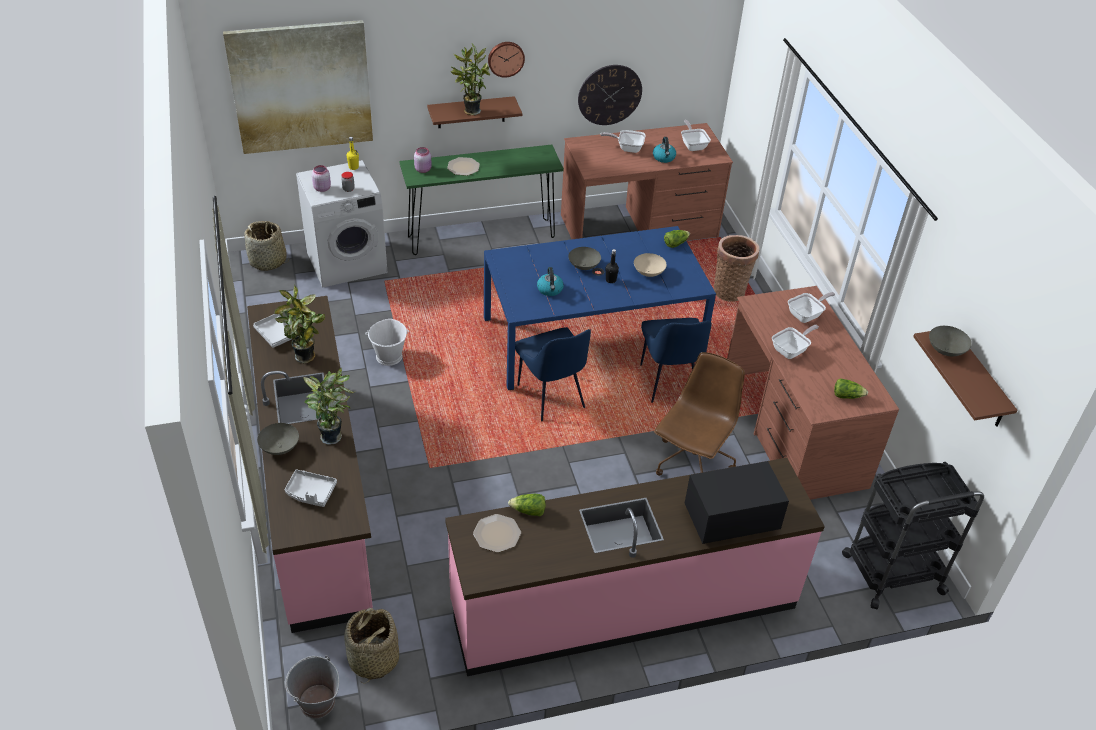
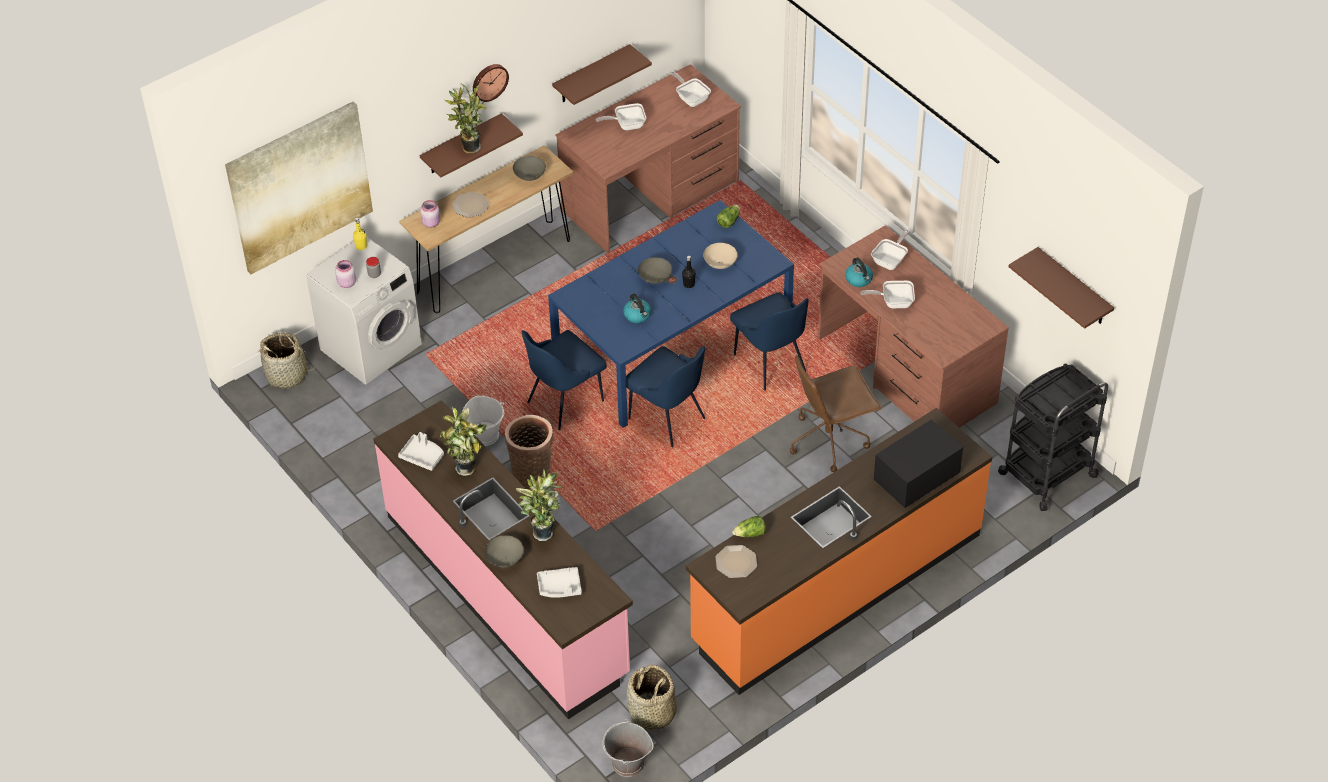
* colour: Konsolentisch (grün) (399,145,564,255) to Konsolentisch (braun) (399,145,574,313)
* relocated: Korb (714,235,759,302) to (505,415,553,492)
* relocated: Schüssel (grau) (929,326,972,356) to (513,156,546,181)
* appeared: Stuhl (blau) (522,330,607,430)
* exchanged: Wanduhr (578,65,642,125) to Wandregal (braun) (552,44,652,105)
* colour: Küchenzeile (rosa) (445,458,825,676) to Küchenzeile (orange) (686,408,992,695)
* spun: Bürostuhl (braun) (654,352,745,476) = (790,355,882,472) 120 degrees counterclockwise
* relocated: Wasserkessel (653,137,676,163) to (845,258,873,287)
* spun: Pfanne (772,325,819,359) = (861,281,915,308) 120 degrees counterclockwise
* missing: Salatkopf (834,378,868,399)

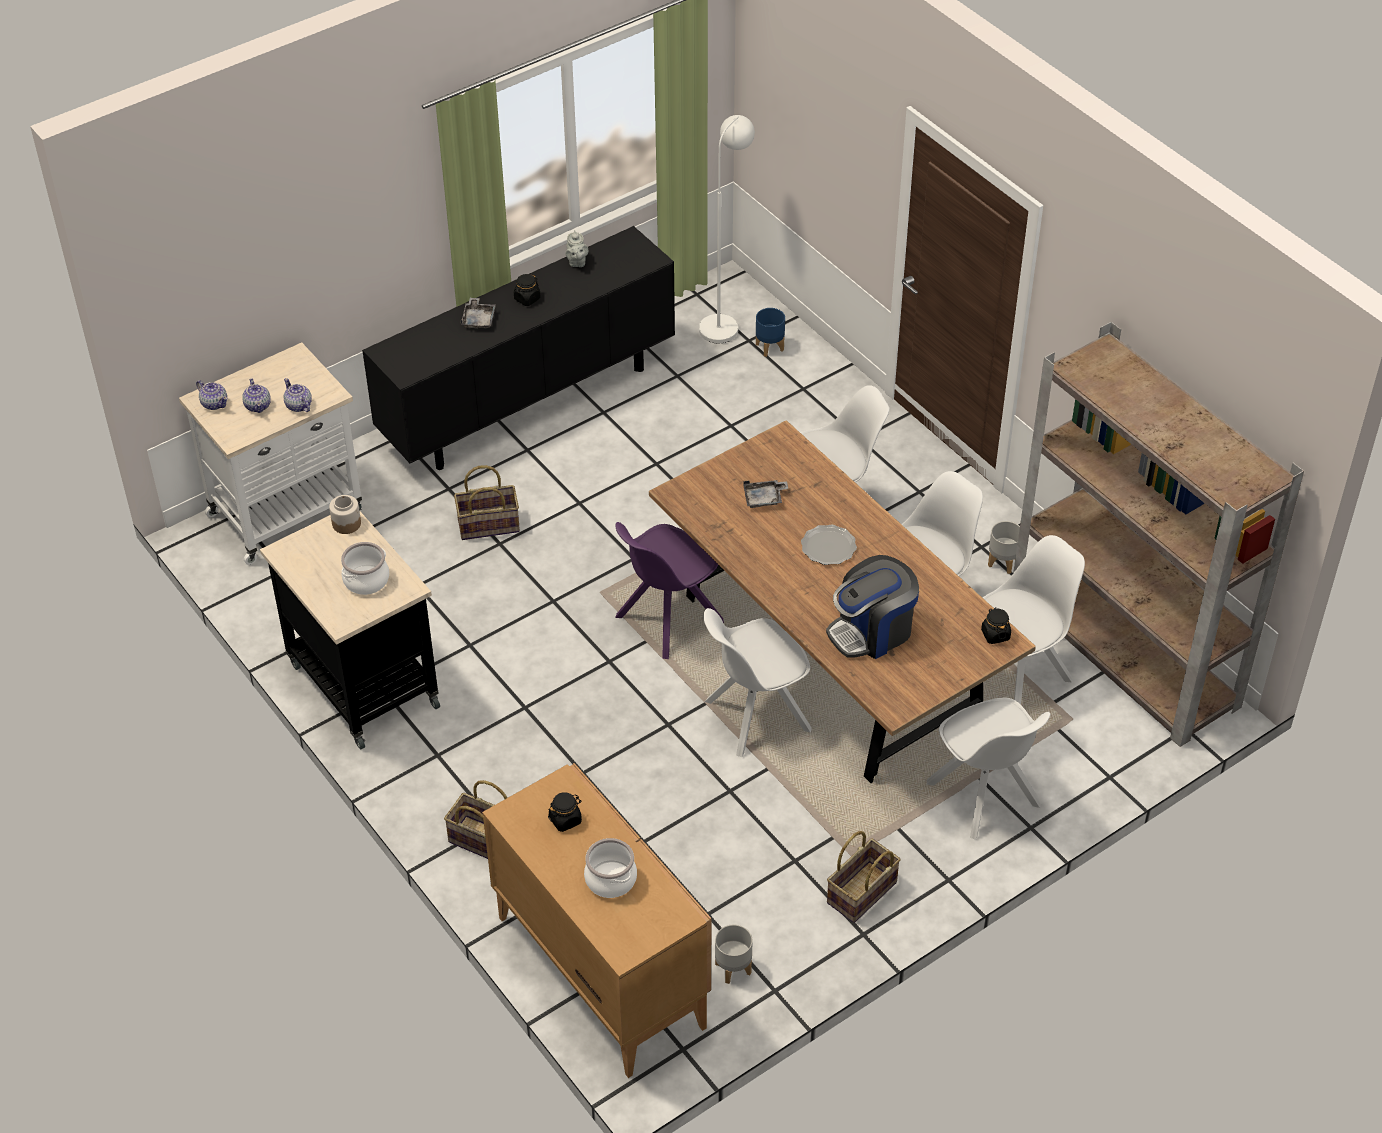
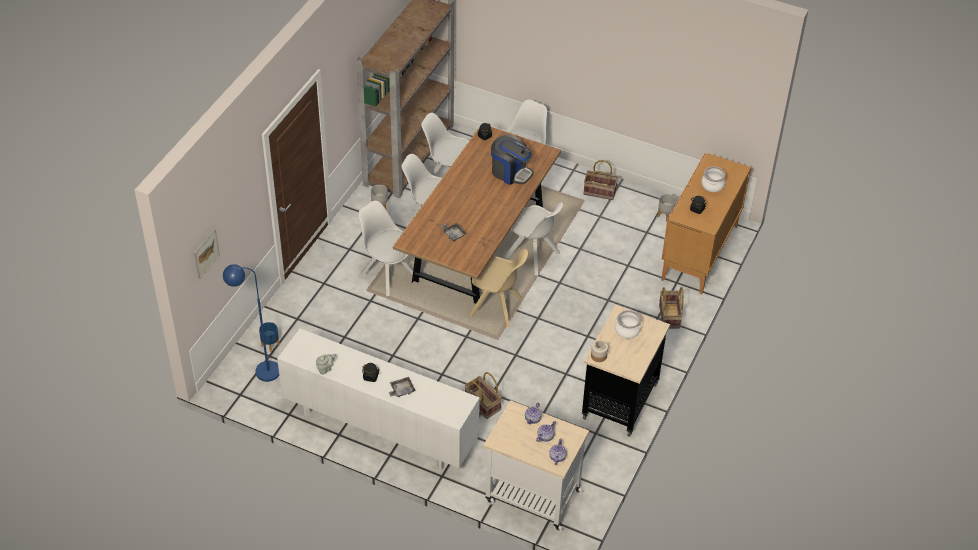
* appeared: Bild (194,229,220,279)
* colour: Stehlampe (weiß) (699,115,755,343) to Stehlampe (blau) (223,264,279,382)
* colour: Schrank (schwarz) (362,226,675,470) to Schrank (weiß) (277,328,480,471)
* colour: Stuhl (lila) (615,522,724,659) to Stuhl (beige) (469,249,528,328)
* missing: Teller (801,525,857,565)

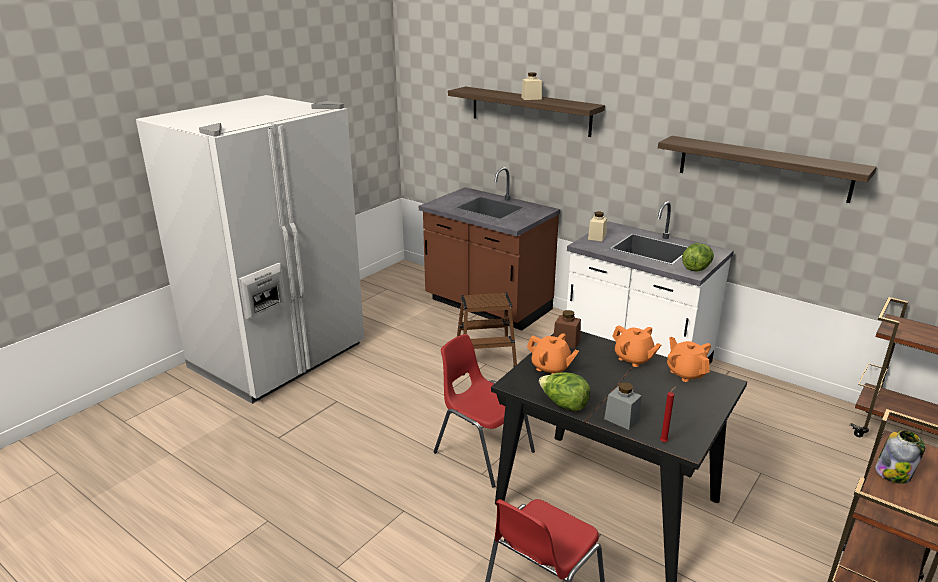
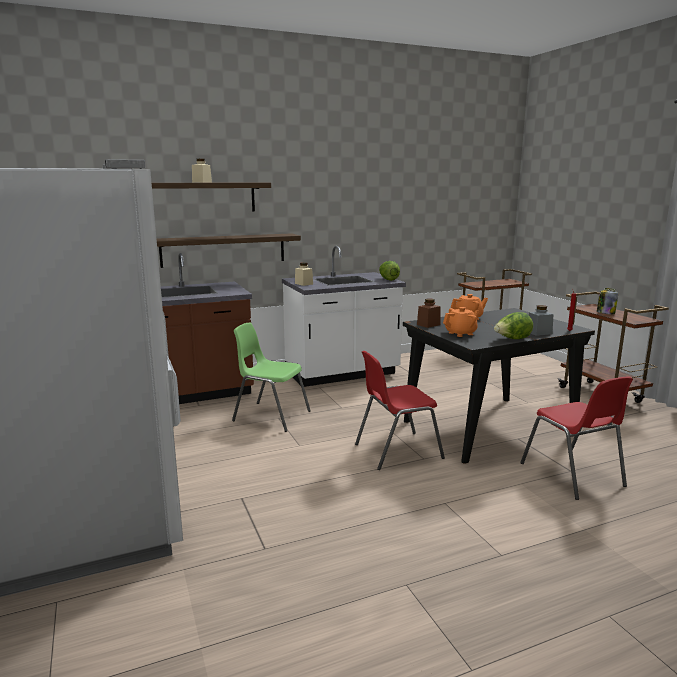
* relocated: Wandregal (658,136,877,203) to (157,233,301,268)
* exchanged: Trittleiter (braun) (457,292,517,375) to Stuhl (grün) (232,323,311,432)
* missing: Teekanne (orange) (667,337,711,382)

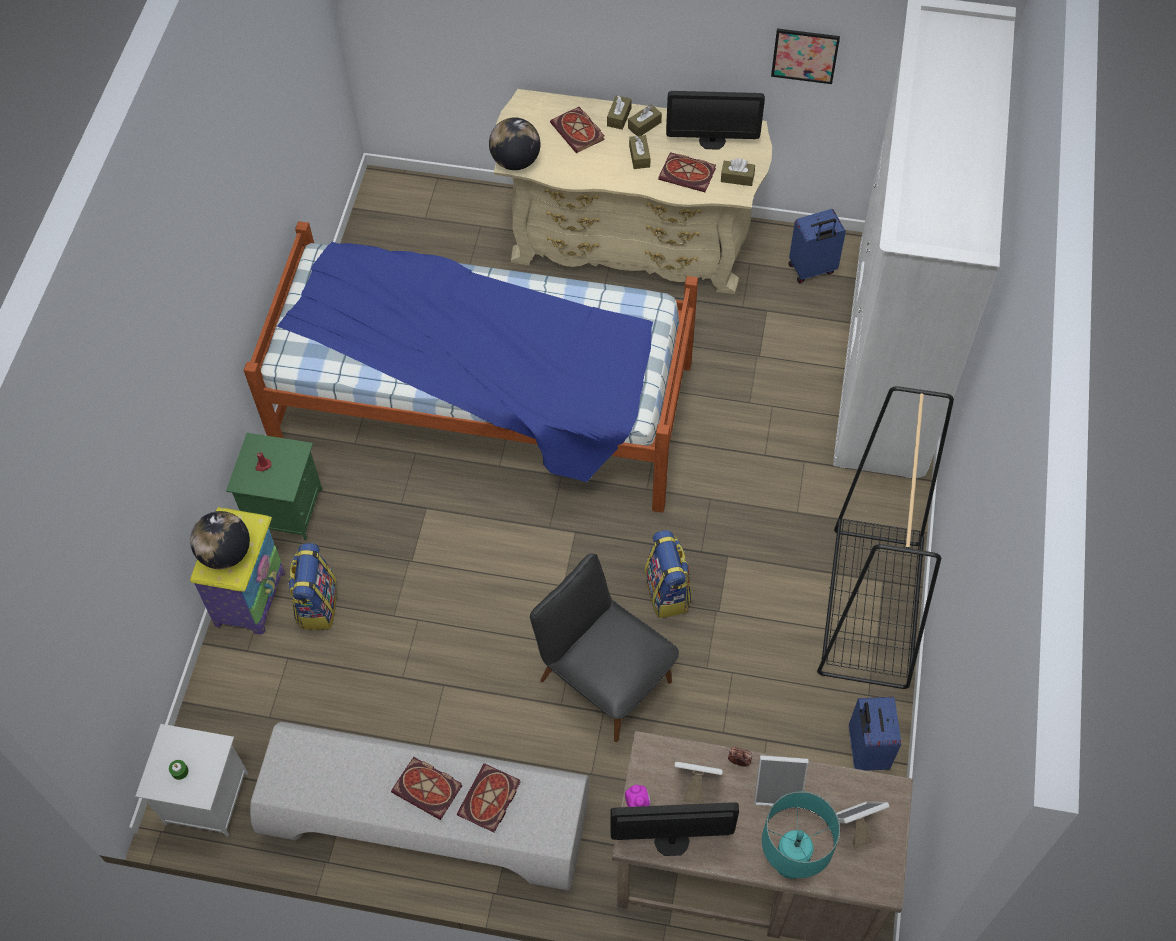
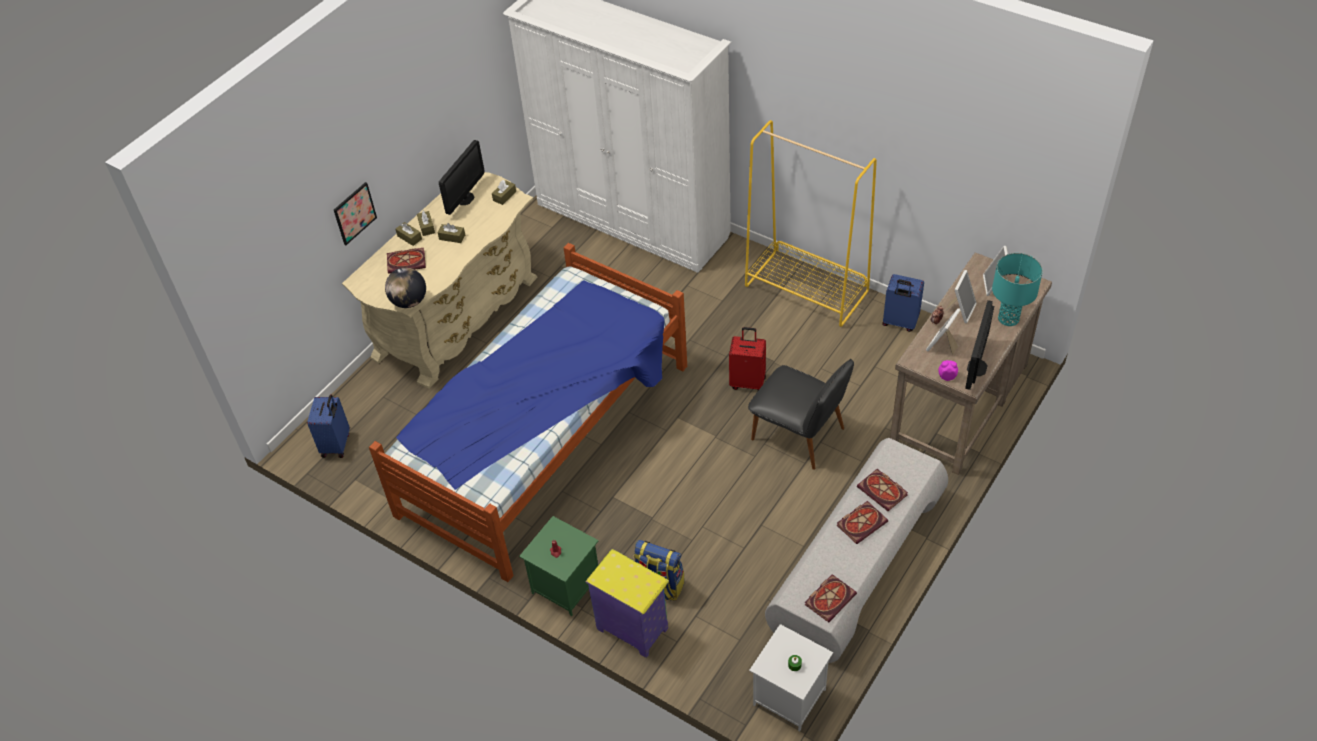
* relocated: Koffer (blau) (789,209,846,283) to (307,394,350,458)
* relocated: Bild (771,28,840,84) to (334,182,377,245)
* exchanged: Rucksack (644,530,692,618) to Koffer (rot) (729,327,766,390)
* colour: Kleiderständer (schwarz) (817,386,954,689) to Kleiderständer (gelb) (745,120,877,327)
* spun: Stuhl (schwarz) (530,553,679,742) = (748,359,854,470) 120 degrees counterclockwise
* relocated: Buch (658,152,716,192) to (805,574,857,623)
* missing: Globus (190,511,250,569)

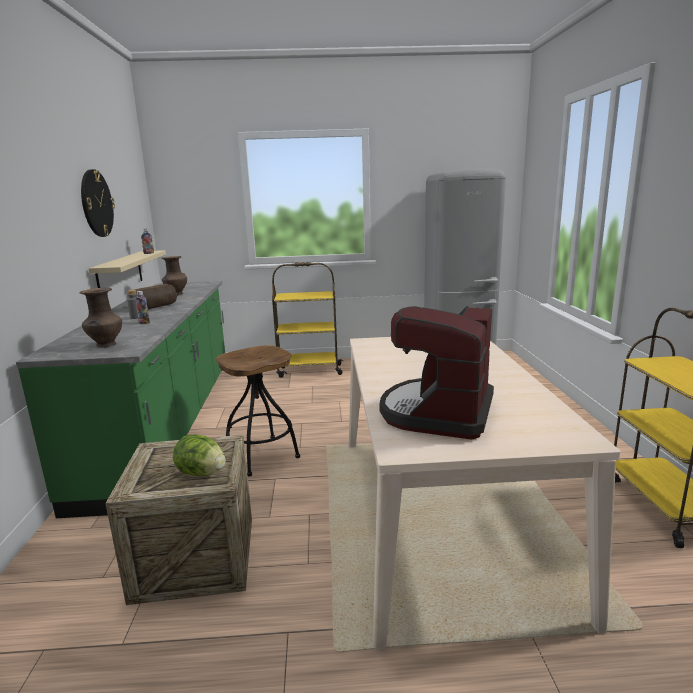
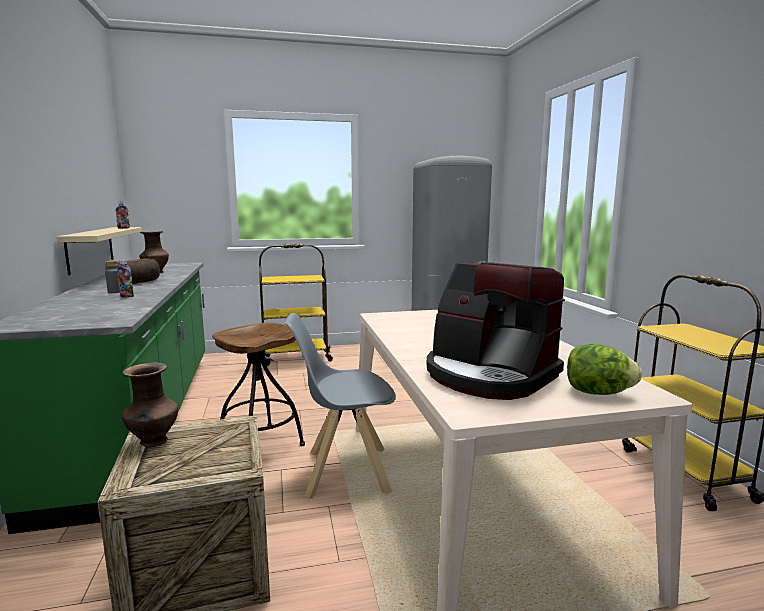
* relocated: Vase (braun) (80,287,122,348) to (122,362,178,448)
* appeared: Stuhl (grau) (284,313,396,499)
* spun: Kaffeemaschine (380,306,494,440) = (427,262,565,400) 60 degrees counterclockwise
* relocated: Salatkopf (173,434,226,476) to (567,344,642,395)
* missing: Wanduhr (81,169,115,237)

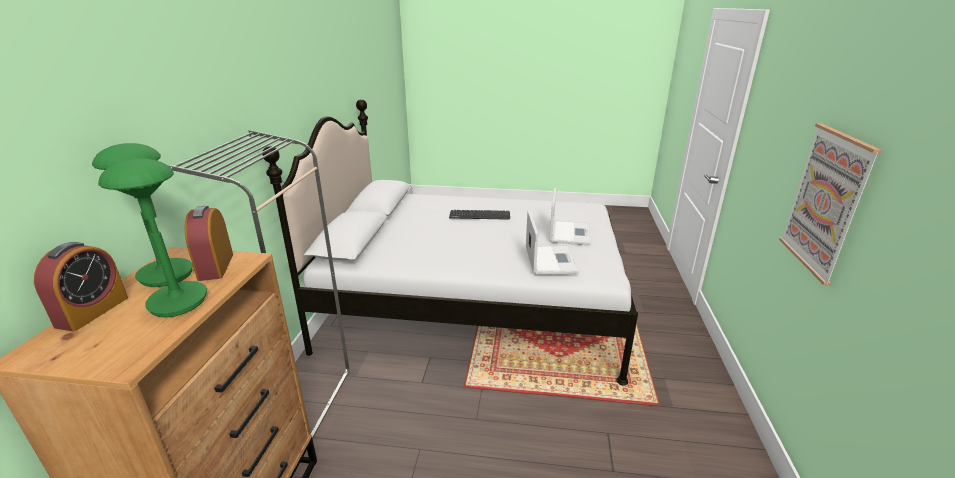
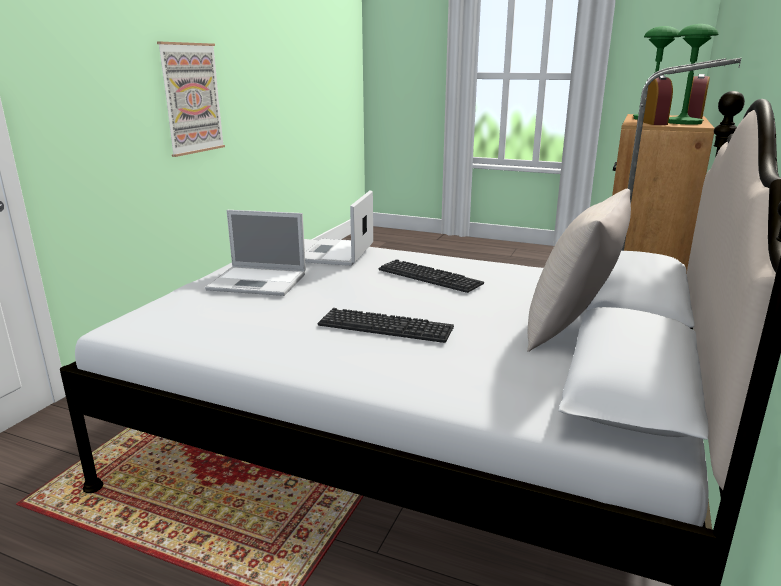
* spun: Laptop (549,188,591,246) = (205,210,306,296) 105 degrees counterclockwise
* appeared: Tastatur (378,259,484,293)
* appeared: Kissen (beige) (527,189,631,352)

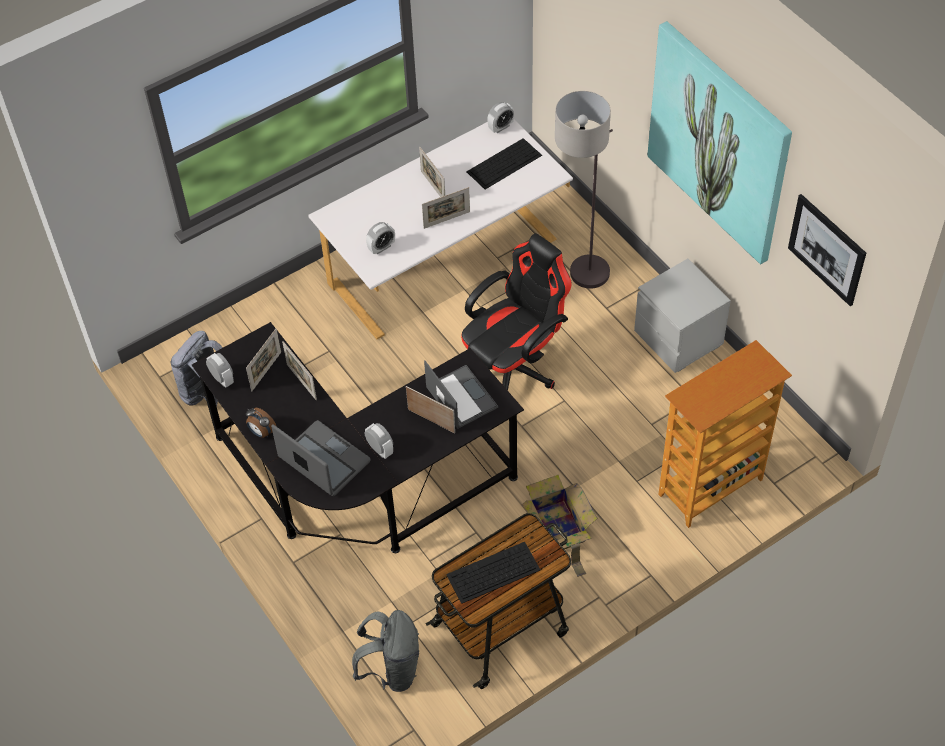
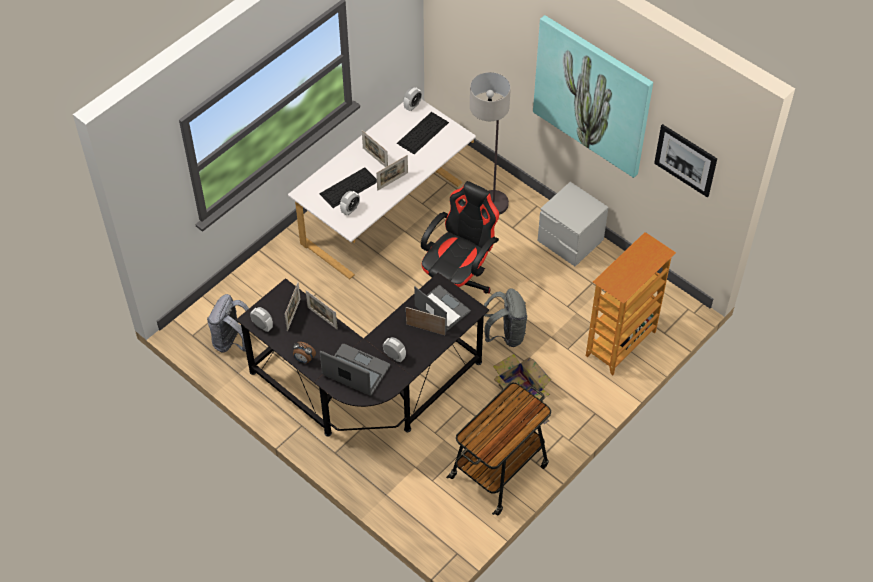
* relocated: Tastatur (446,542,540,604) to (319,167,377,208)
* relocated: Rucksack (grau) (352,610,419,692) to (484,289,527,347)

